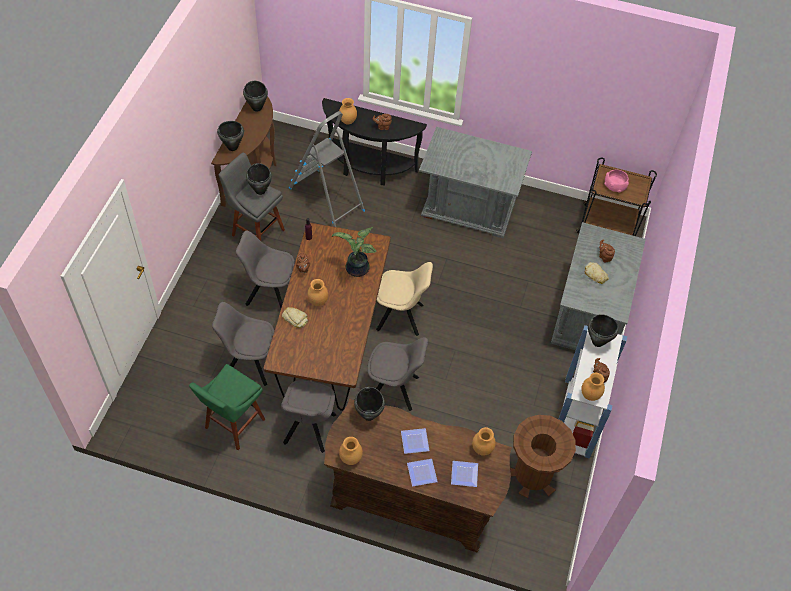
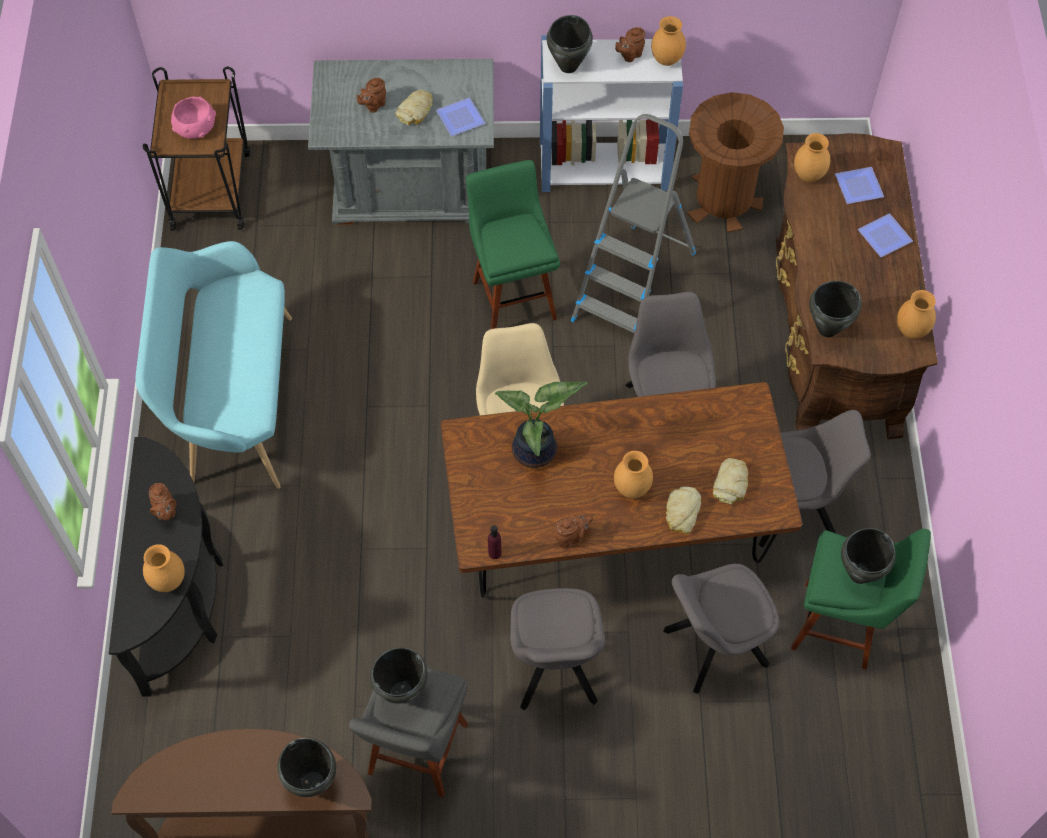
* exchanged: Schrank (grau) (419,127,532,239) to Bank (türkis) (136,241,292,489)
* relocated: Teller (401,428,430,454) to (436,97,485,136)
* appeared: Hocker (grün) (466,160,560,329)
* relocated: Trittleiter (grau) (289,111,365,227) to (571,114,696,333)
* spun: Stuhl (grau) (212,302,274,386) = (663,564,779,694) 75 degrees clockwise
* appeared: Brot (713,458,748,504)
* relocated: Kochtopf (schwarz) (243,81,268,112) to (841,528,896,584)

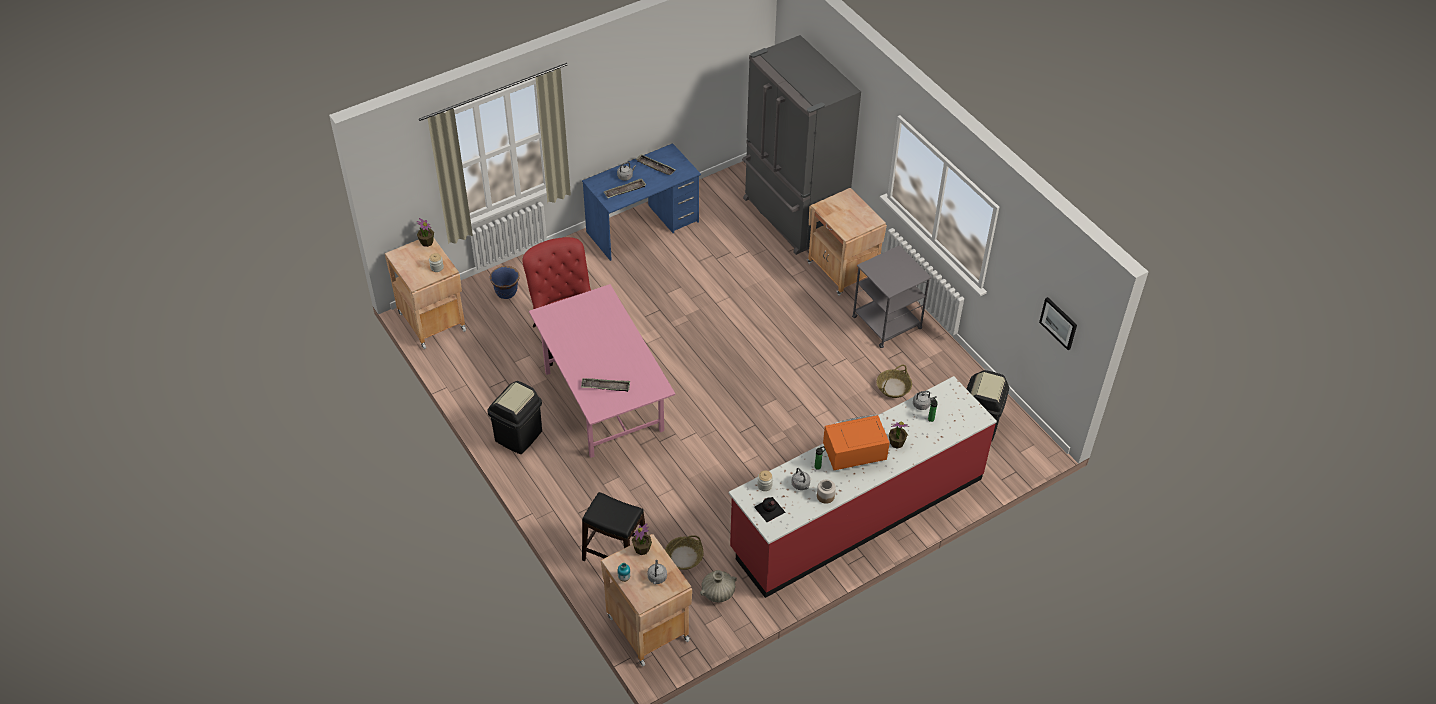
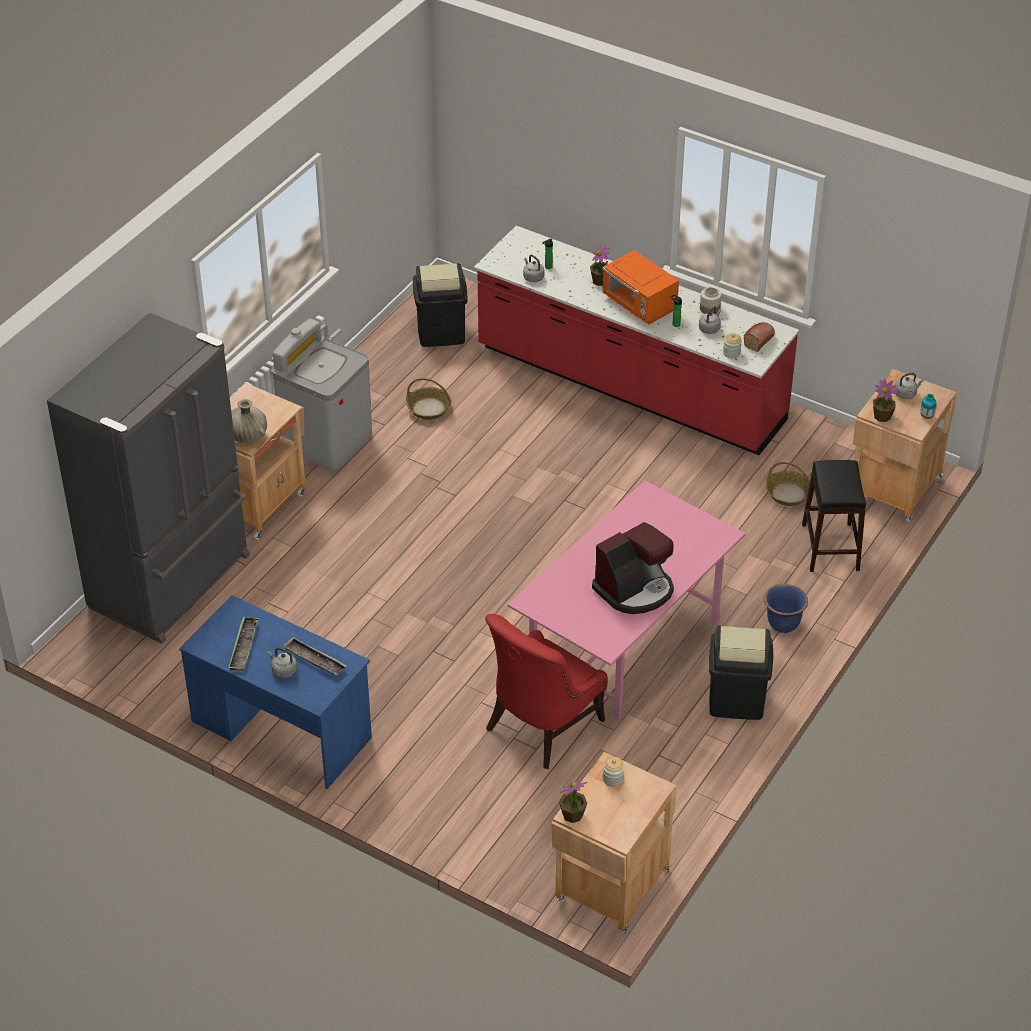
* relocated: Vase (beige) (700,570,737,602) to (231,399,267,443)
* exchanged: Rollwagen (grau) (852,245,932,348) to Waschmaschine (grau) (271,318,372,470)
* appeared: Kaffeemaschine (592,522,674,614)
* exchanged: Flasche (schwarz) (754,497,785,522) to Brot (744,322,775,352)
* relocated: Pflanzkübel (blau) (490,266,520,299) to (763,584,808,633)
* missing: Tablett (581,378,630,392)
* missing: Bild (1039,297,1077,350)

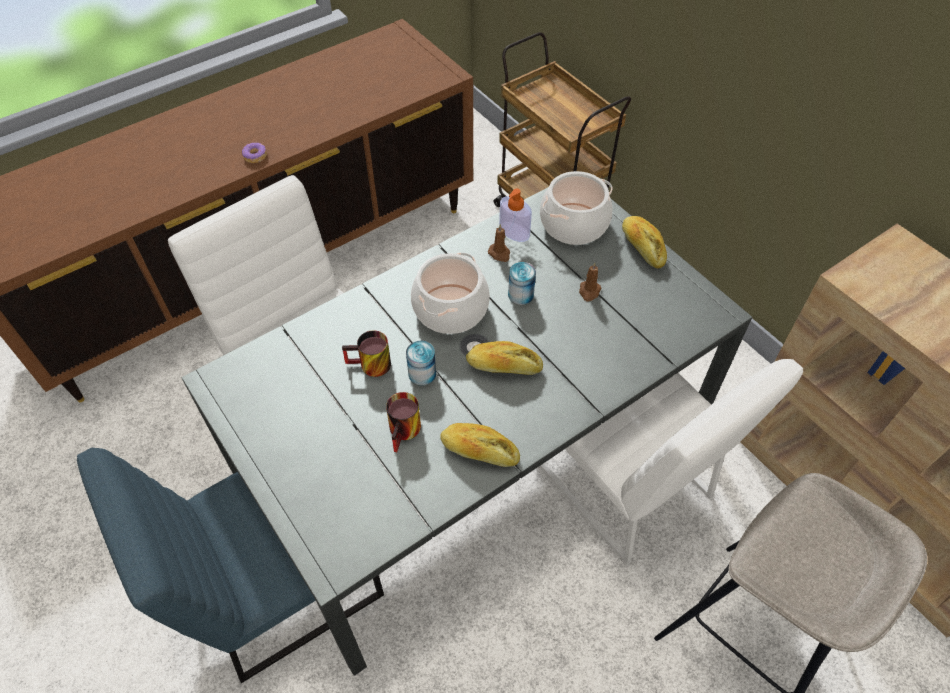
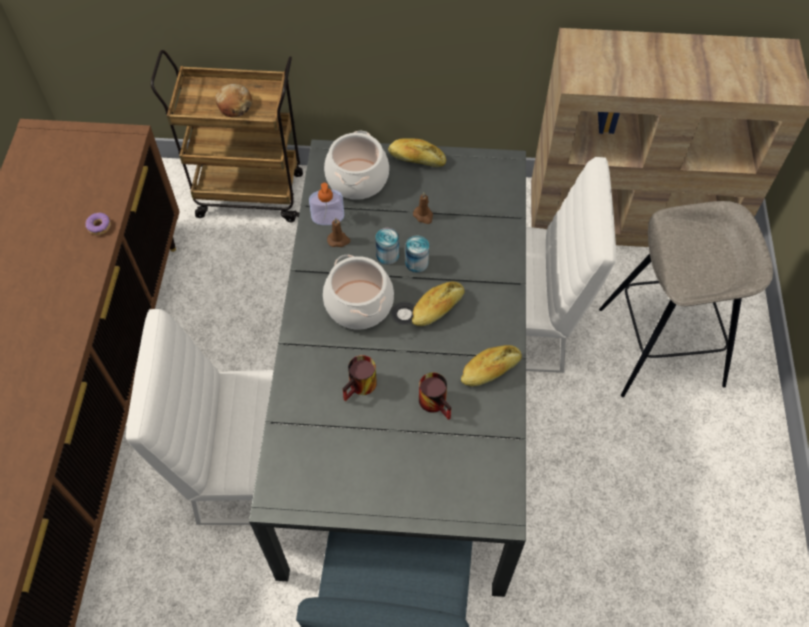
* relocated: Donut (242,143,267,163) to (85,213,111,235)
* appeared: Brot (215,84,252,117)
* relocated: Dose (406,341,436,386) to (405,236,429,273)

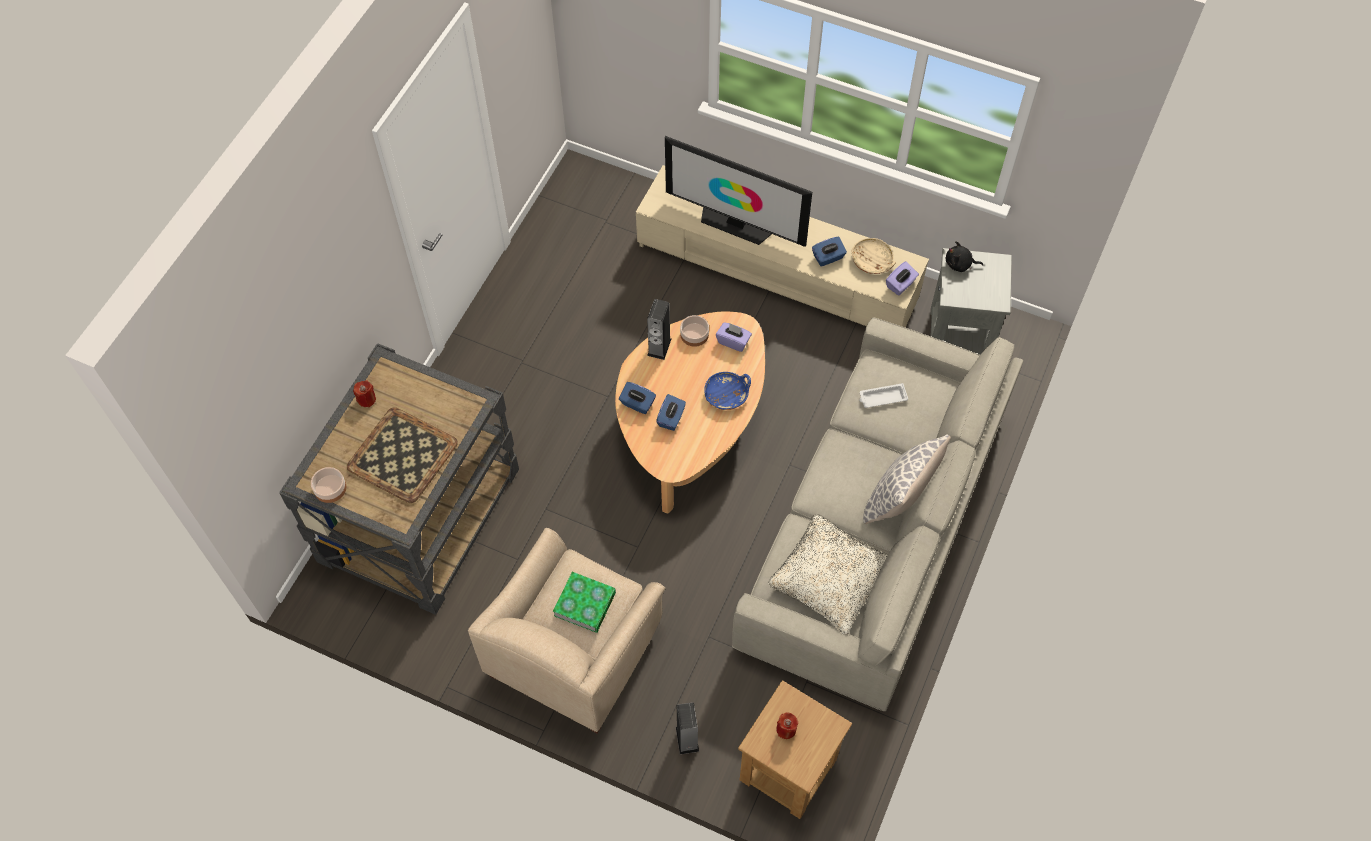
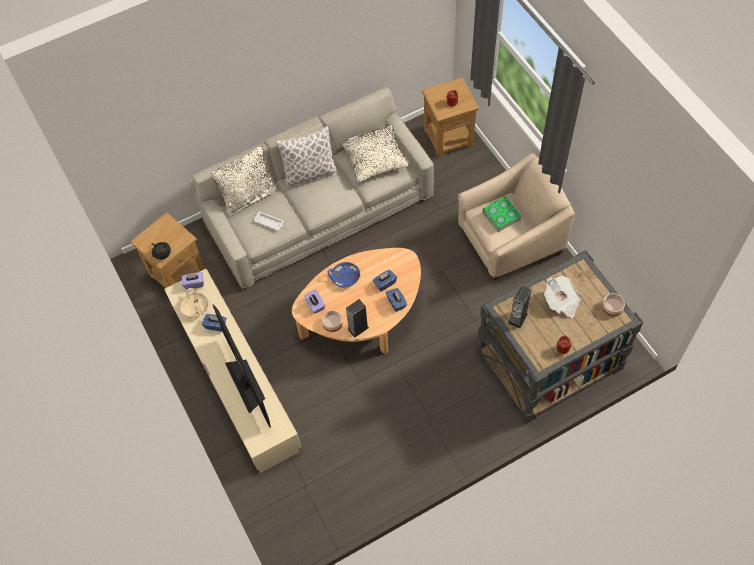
* colour: Beistelltisch (grau) (930,248,1012,355) to Beistelltisch (braun) (130,212,205,288)
* appeared: Kissen (beige) (211,145,276,215)
* relocated: Lautsprecher (676,702,699,754) to (509,286,532,328)
* exchanged: Tablett (347,407,458,503) to Zeitung (544,276,581,318)

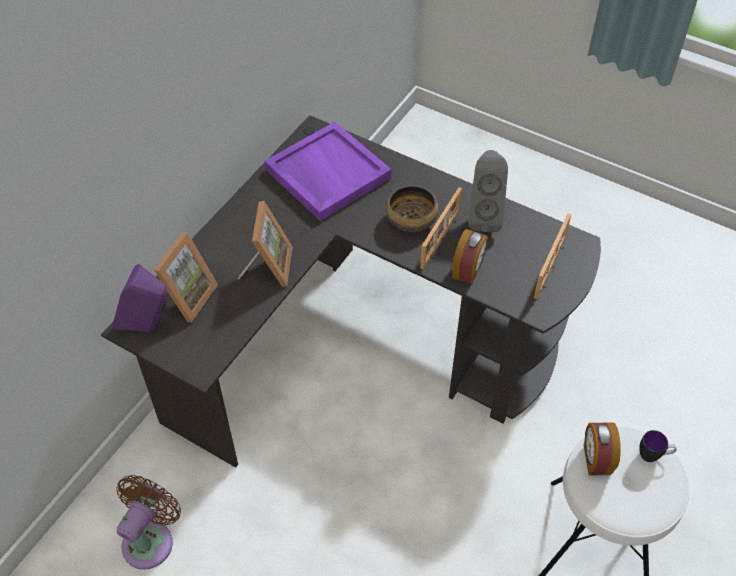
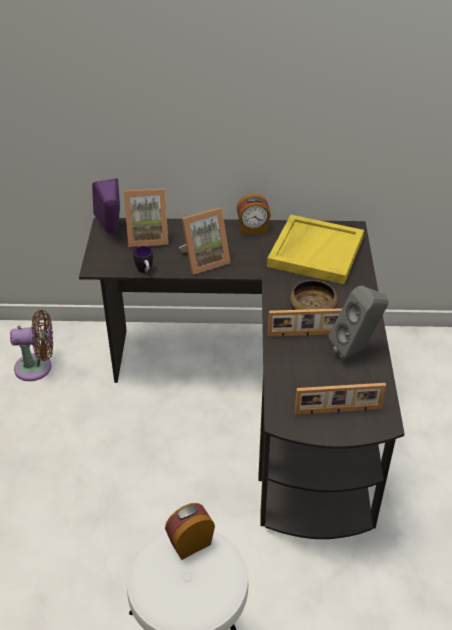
* relocated: Henkelbecher (639,430,677,462) to (133,246,153,273)
* relocated: Wecker (452,229,488,284) to (237,194,271,235)
* colour: Tablett (lila) (264,122,392,221) to Tablett (gelb) (267,215,364,284)

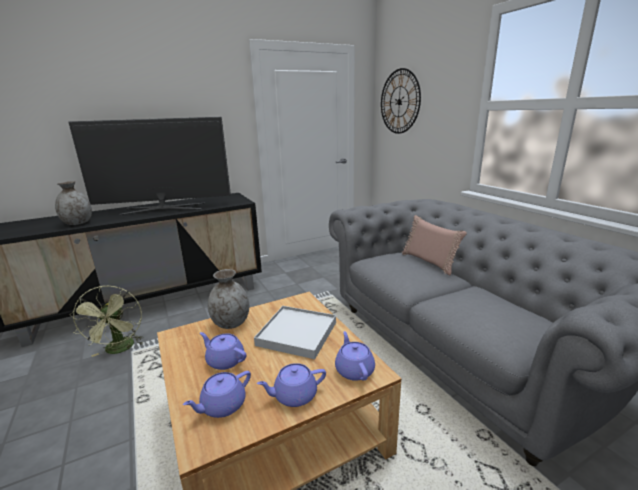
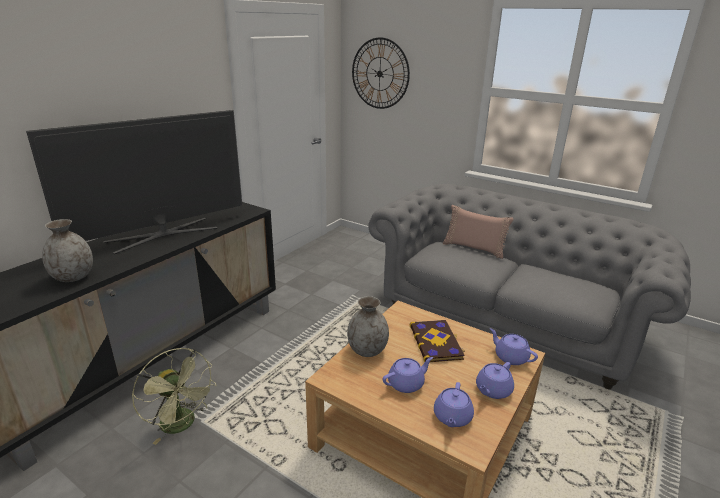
* spun: Teekanne (lila) (200,332,246,370) = (383,357,433,393) 150 degrees clockwise
* exchanged: Tablett (weiß) (254,306,336,359) to Buch (410,320,465,362)

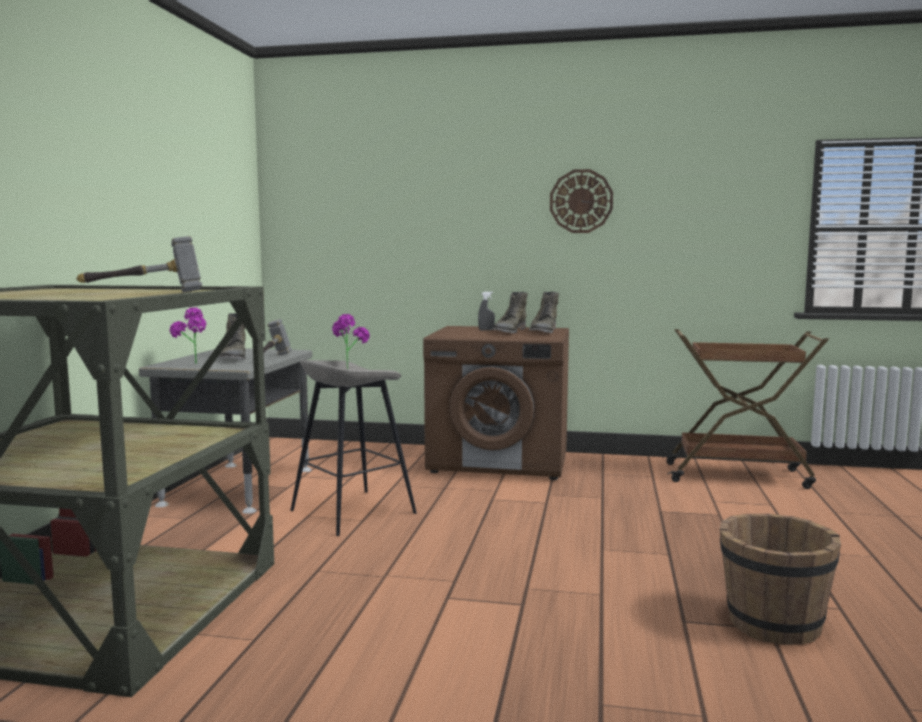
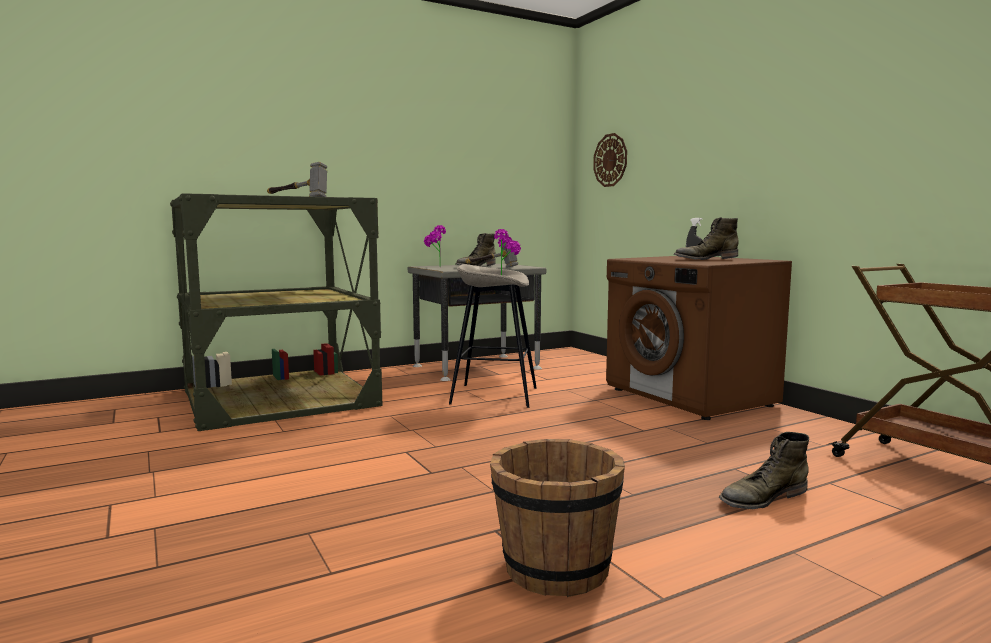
* relocated: Wanduhr (550,169,613,233) to (593,133,627,187)
* relocated: Stiefel (grün) (529,292,559,333) to (719,432,809,509)

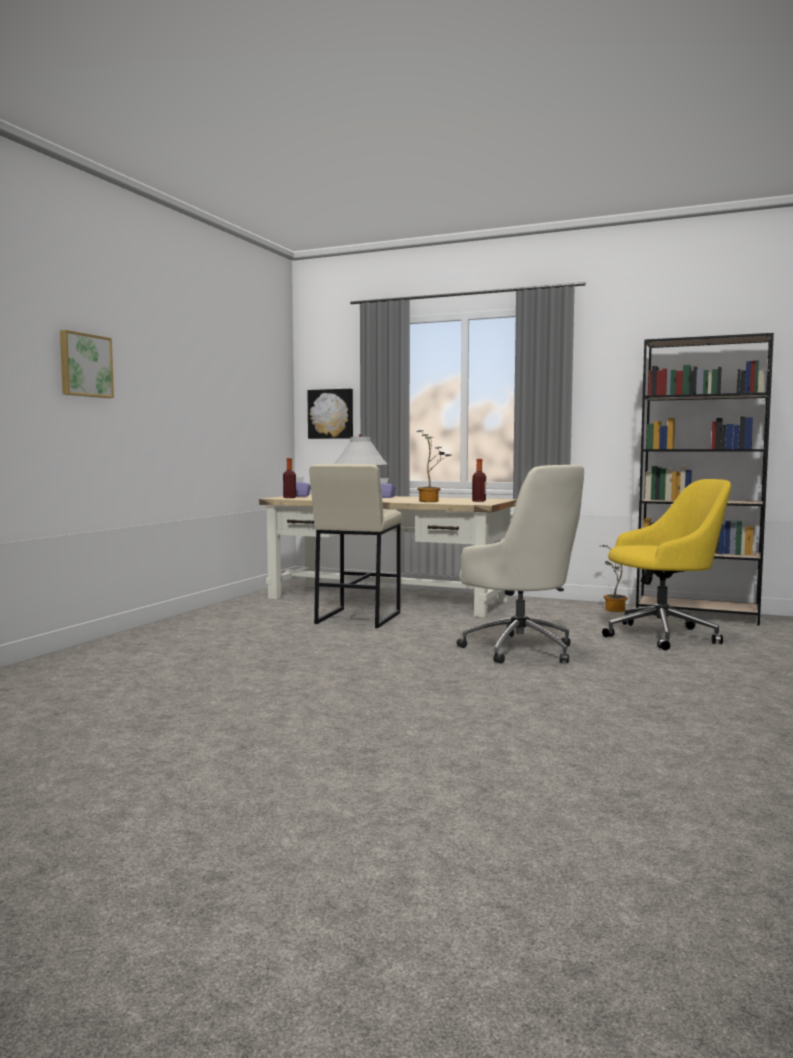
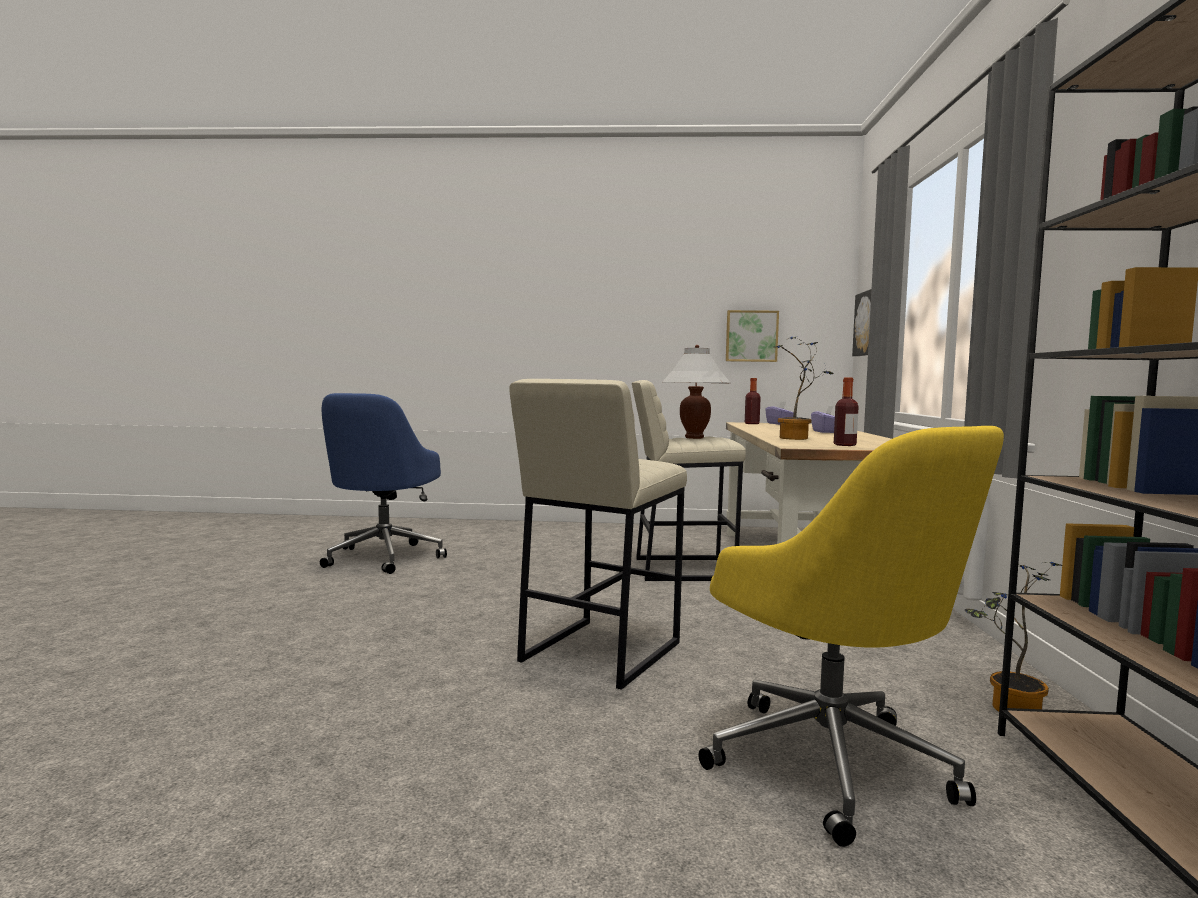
* appeared: Bürostuhl (blau) (320,393,447,574)
* exchanged: Bürostuhl (beige) (456,465,584,664) to Hocker (beige) (509,379,687,690)
* relocated: Bild (60,330,114,398) to (726,310,779,362)

